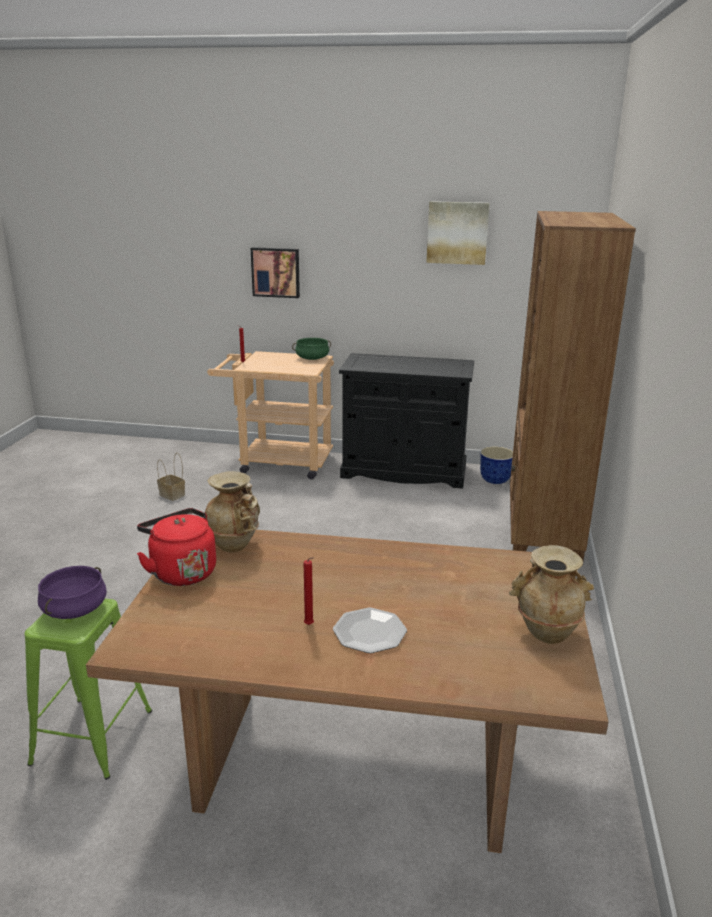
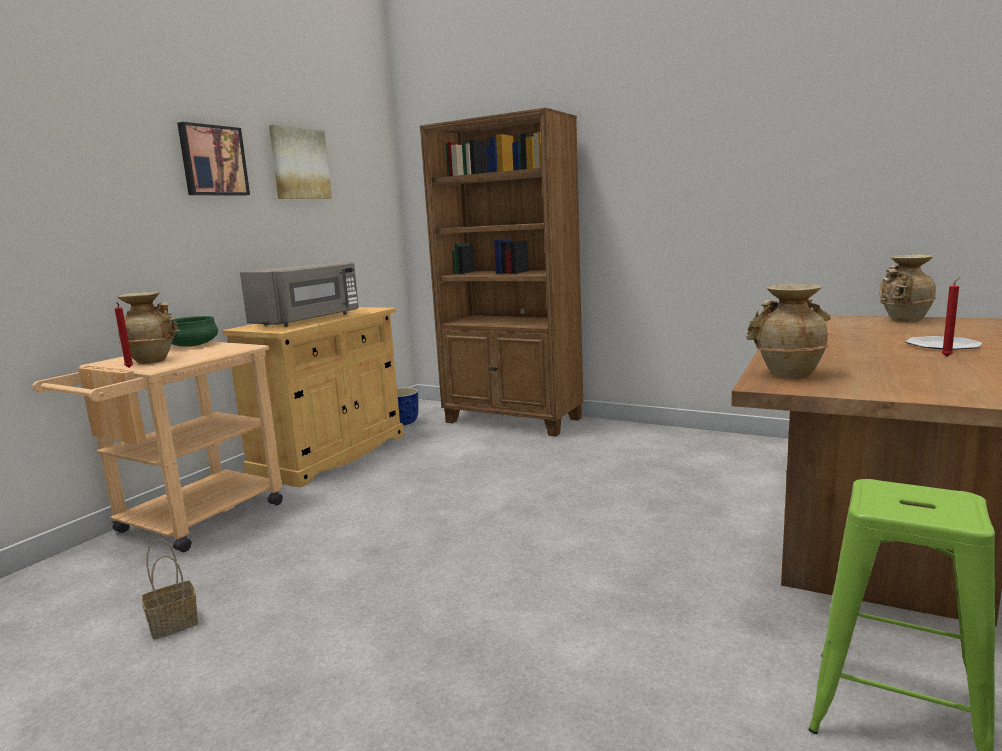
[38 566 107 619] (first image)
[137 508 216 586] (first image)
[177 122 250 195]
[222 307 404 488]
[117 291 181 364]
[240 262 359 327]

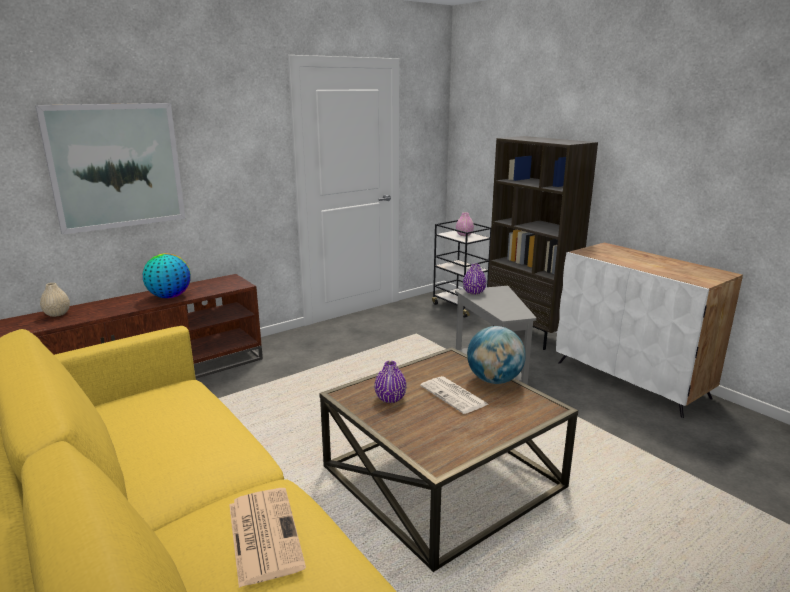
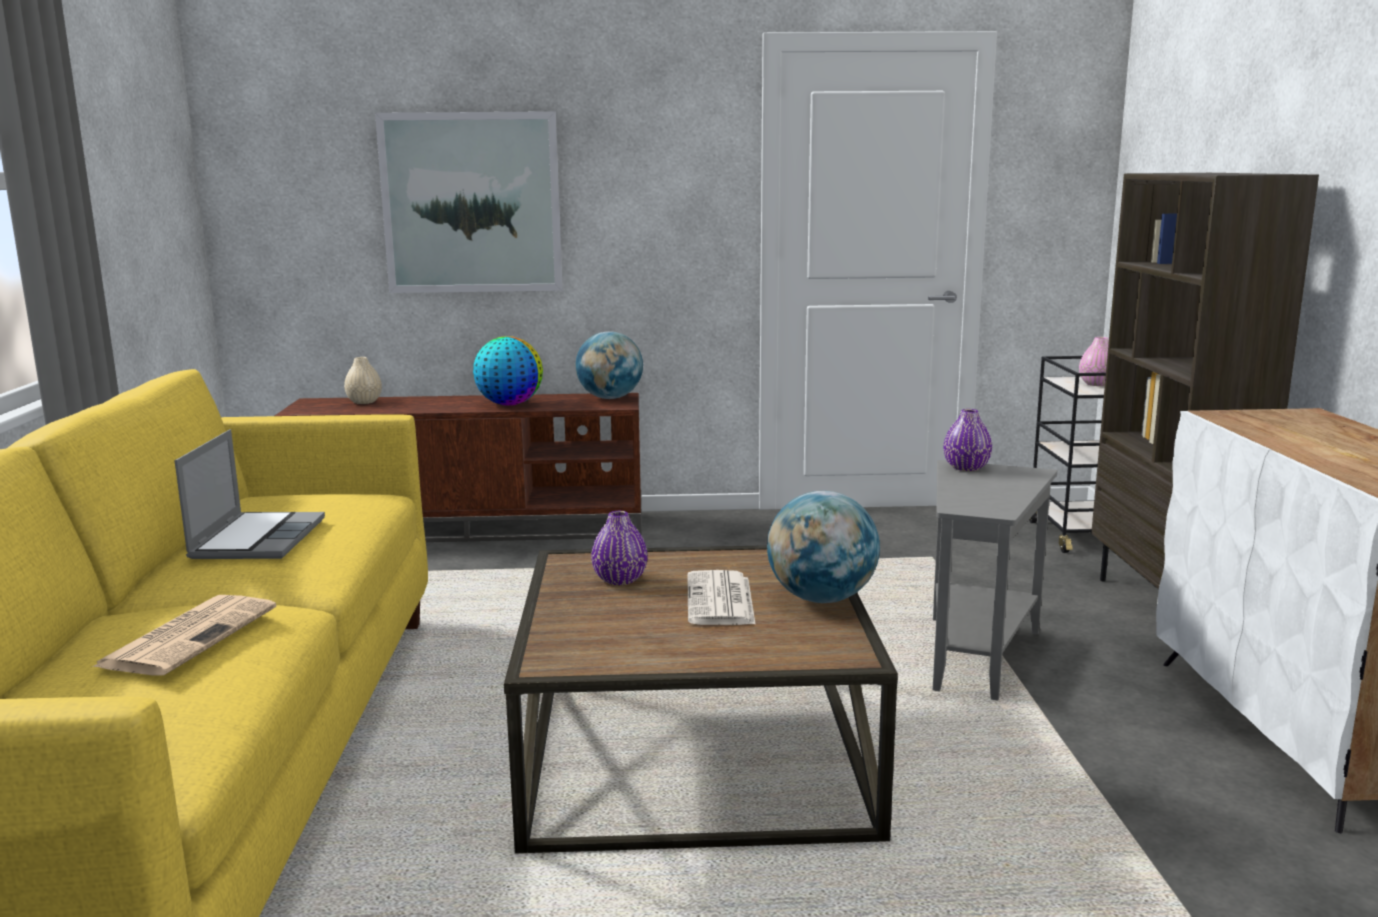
[175 429 325 559]
[576 331 643 399]

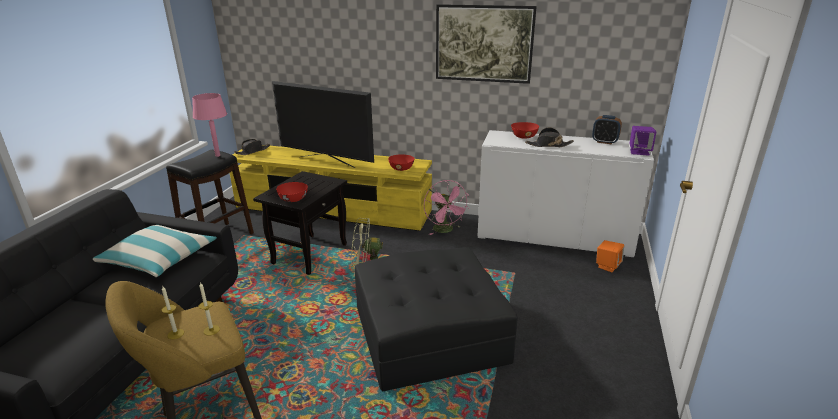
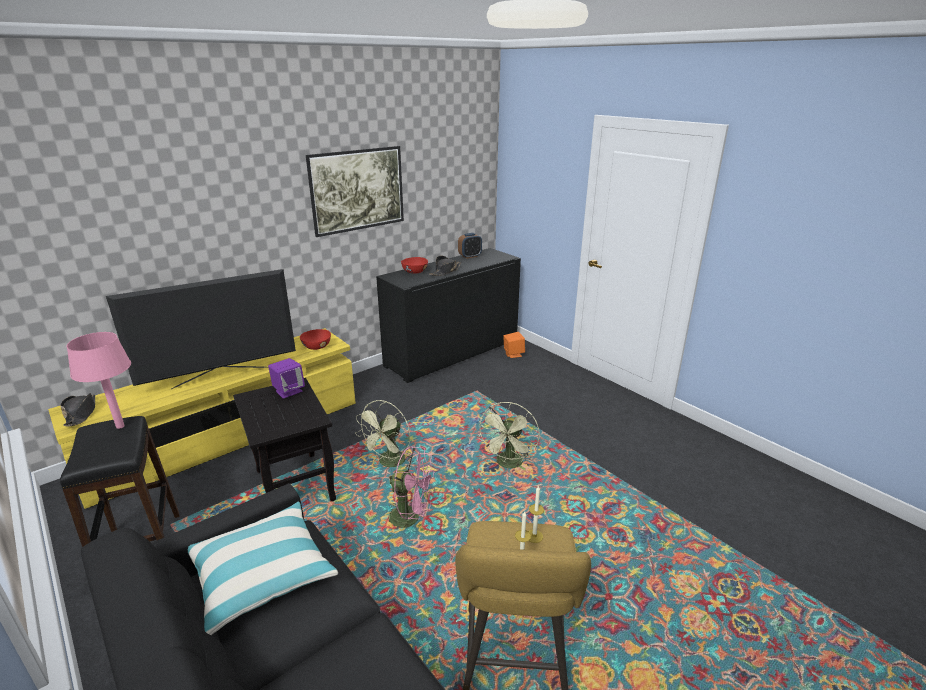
[276 182 308 202] (first image)
[479 402 540 468]
[389 446 436 529]
[376 248 521 383]
[268 358 305 399]

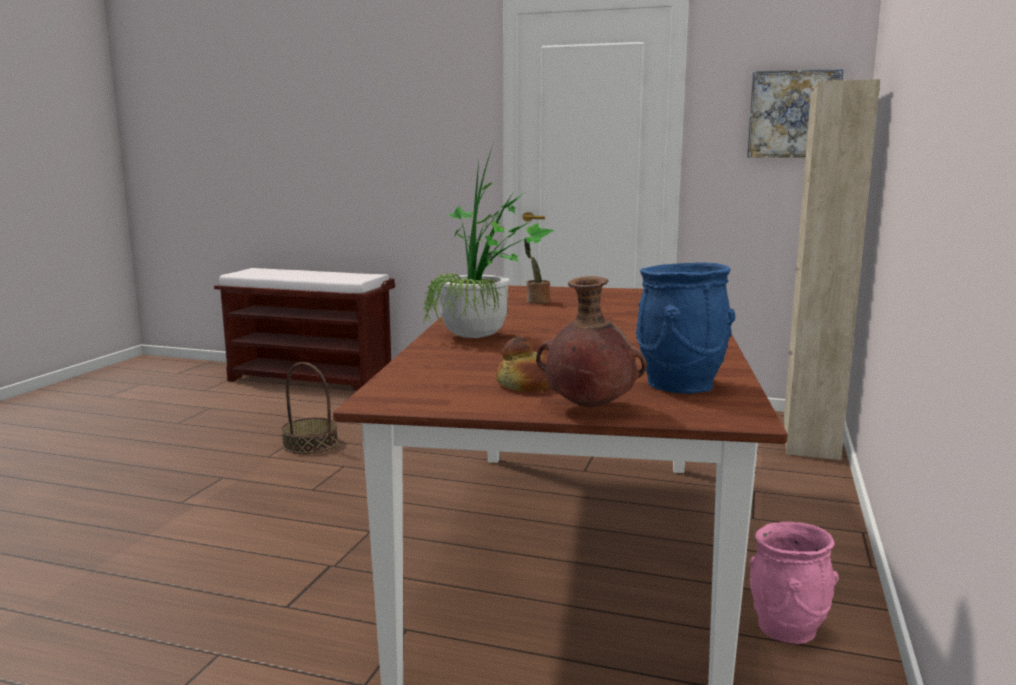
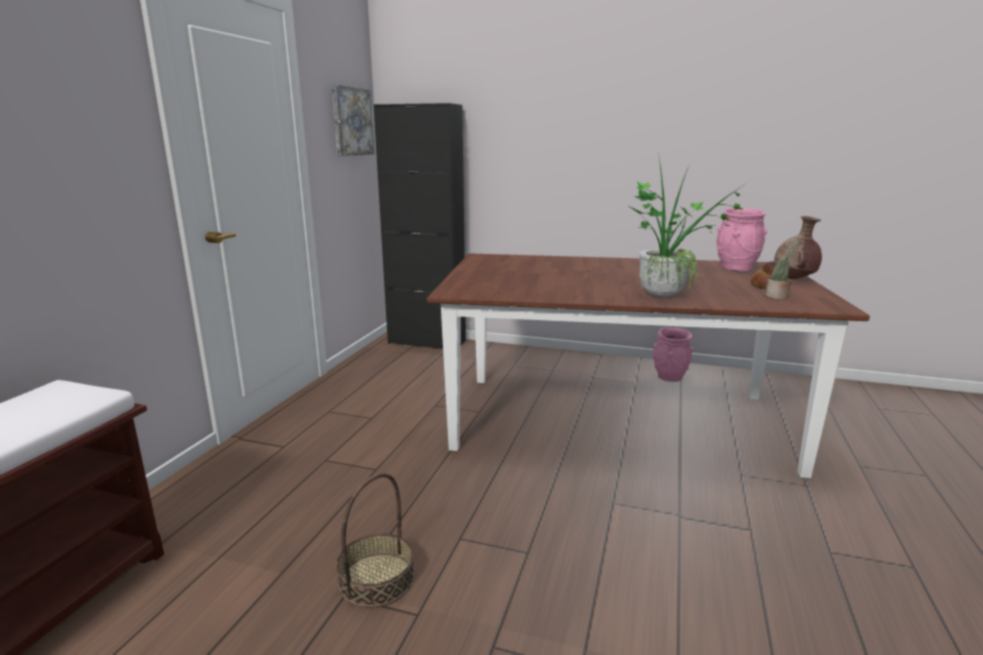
[765 241 798 299]
[716 208 767 271]
[373 103 466 349]

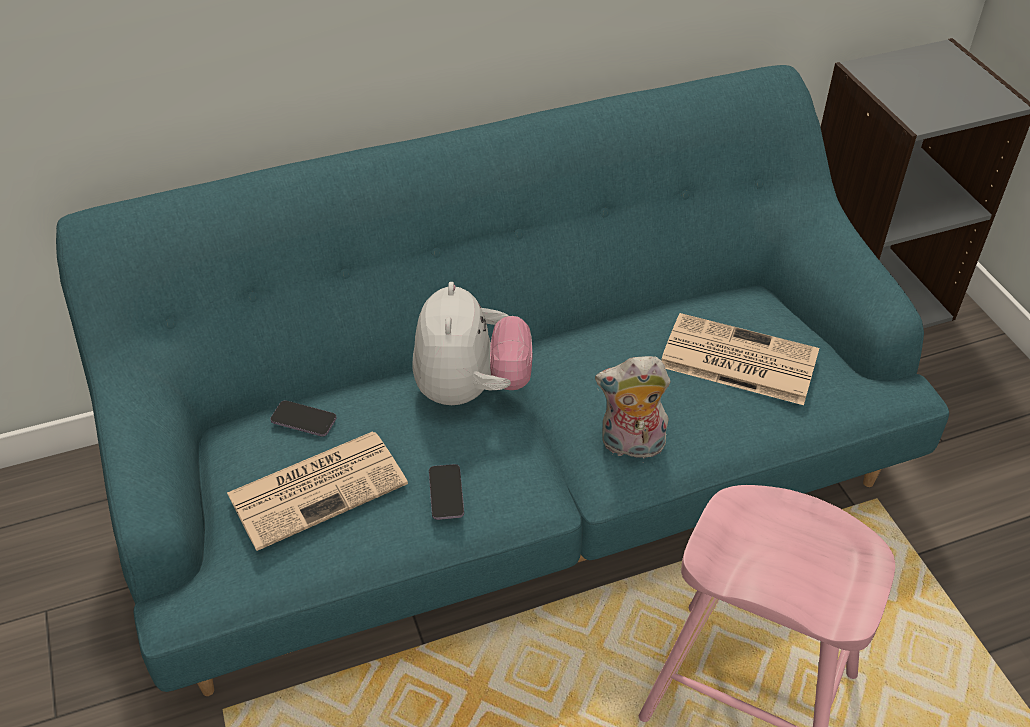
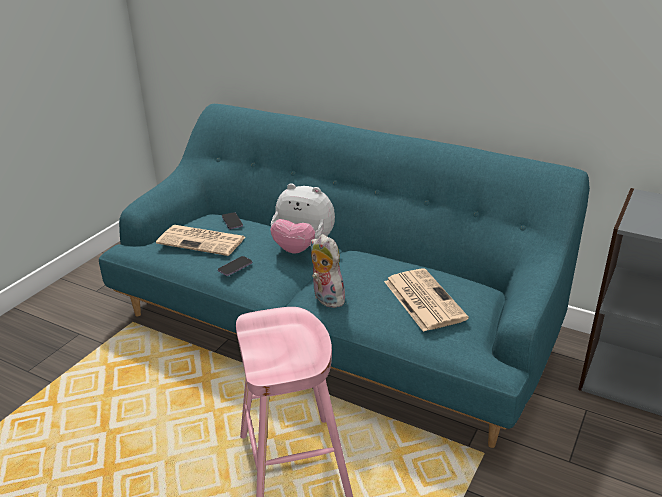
[270 183 335 254]

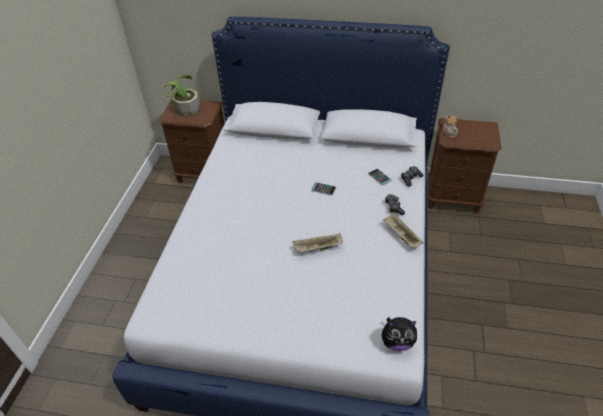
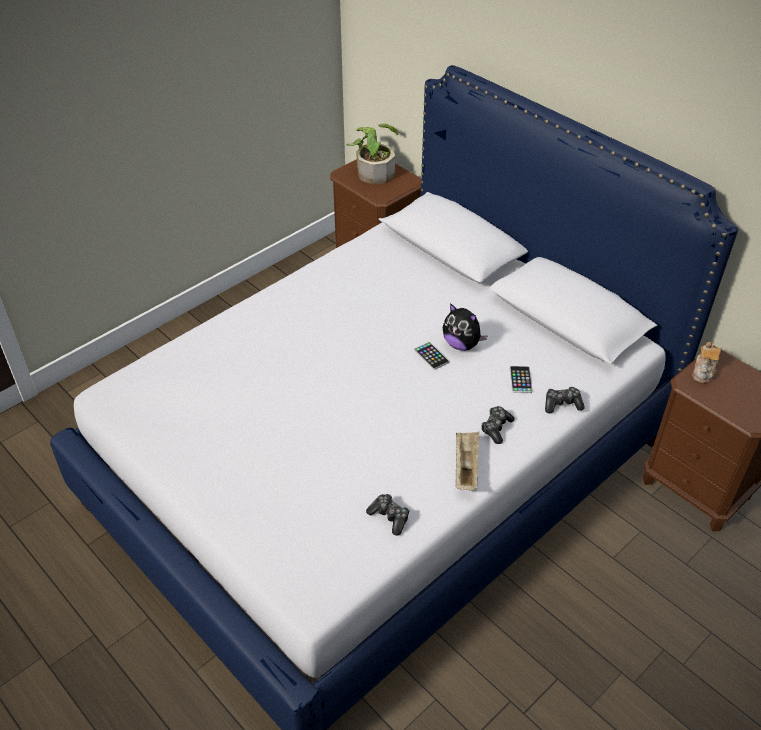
[293 233 343 253] (first image)
[443 303 487 351]
[366 494 409 536]

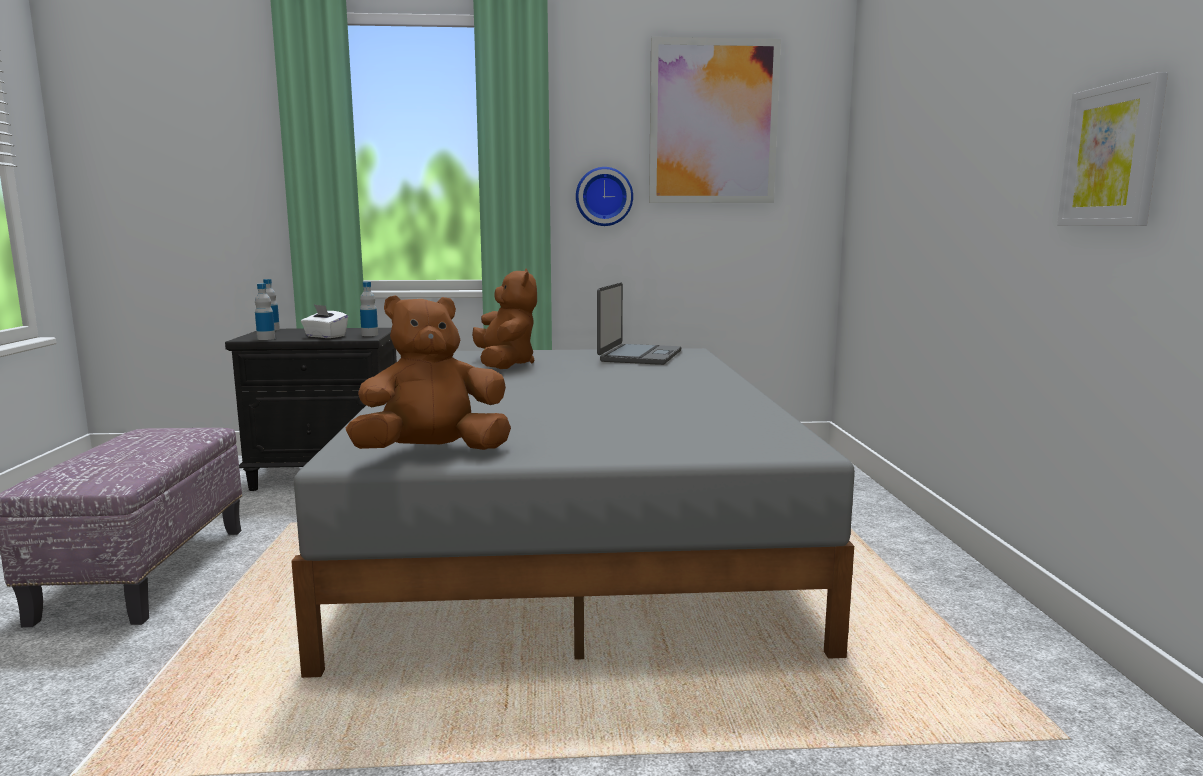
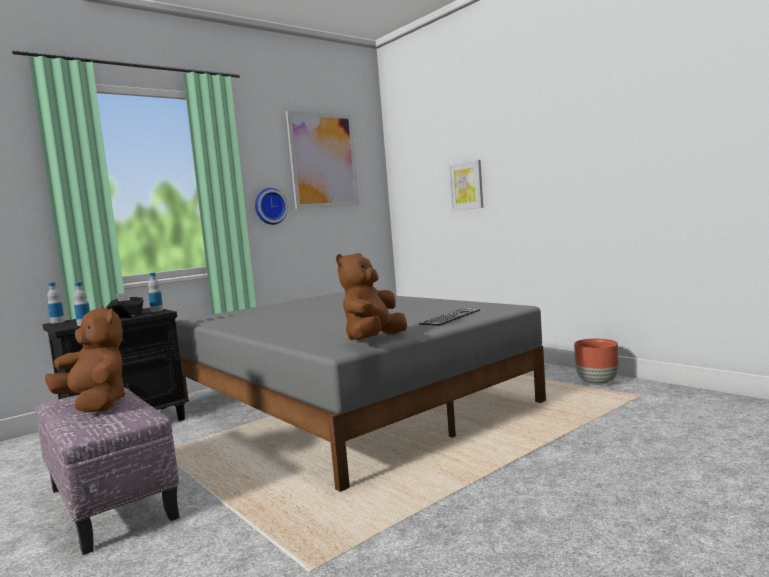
[106 293 143 318]
[45 305 126 413]
[597 282 681 365] (first image)
[448 160 483 211]
[420 308 480 326]
[574 339 618 385]

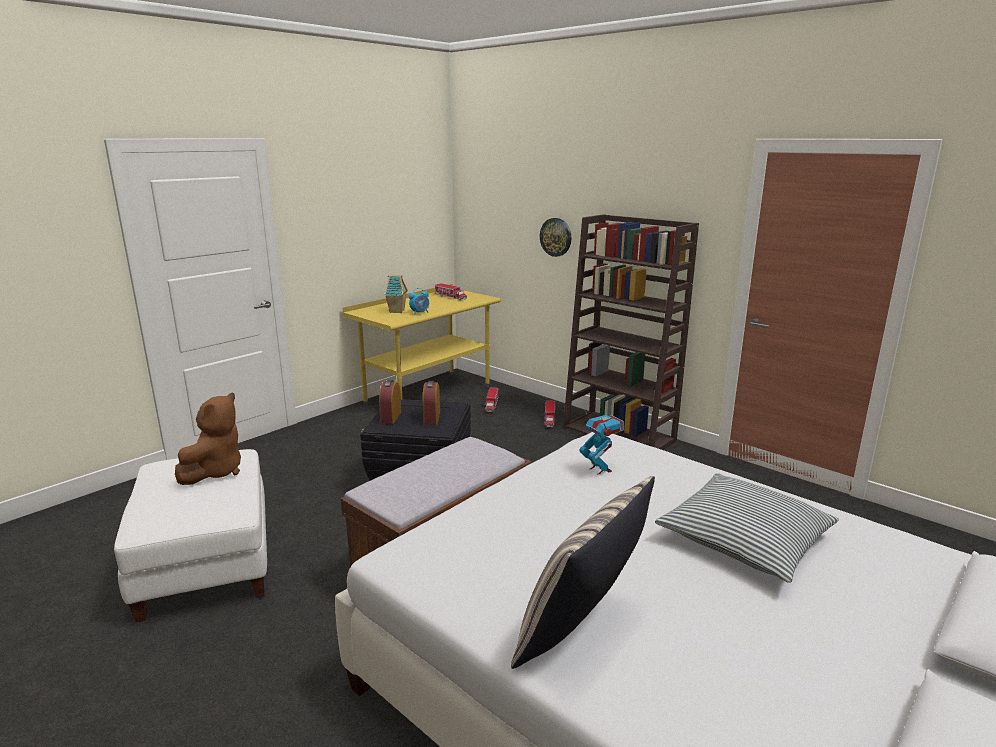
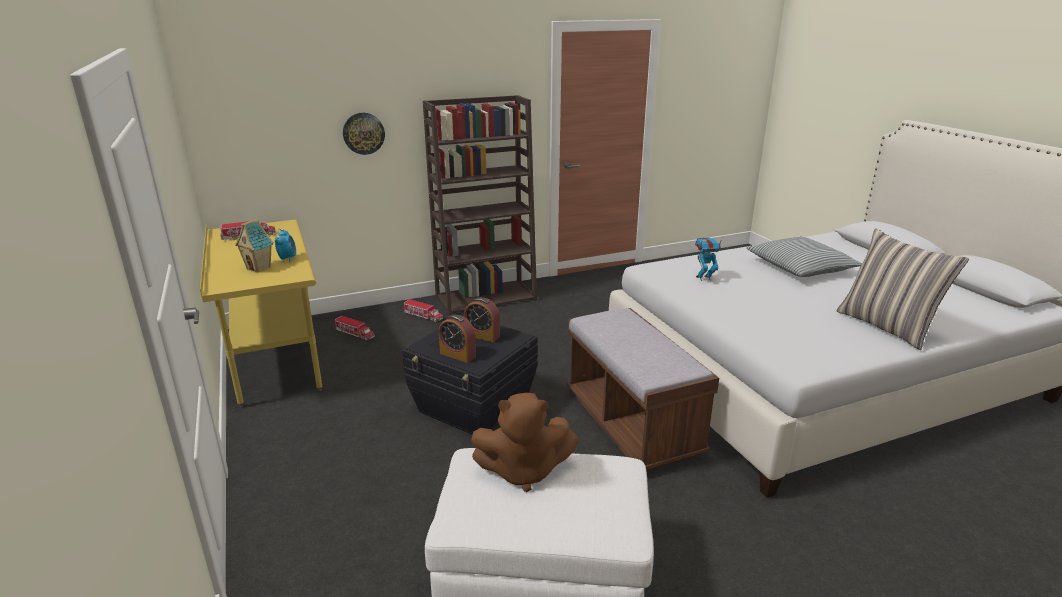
[471 393 578 492]

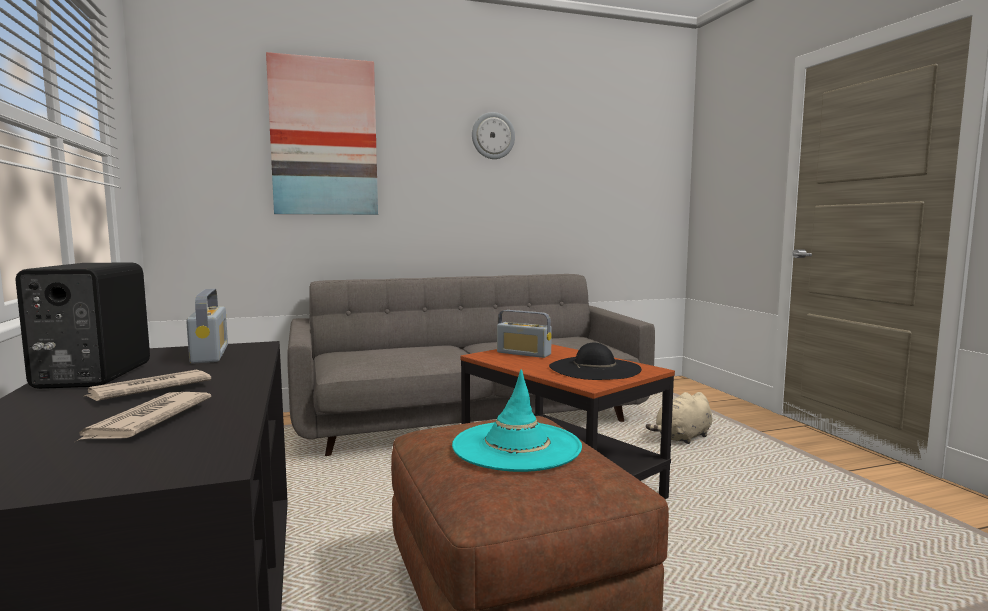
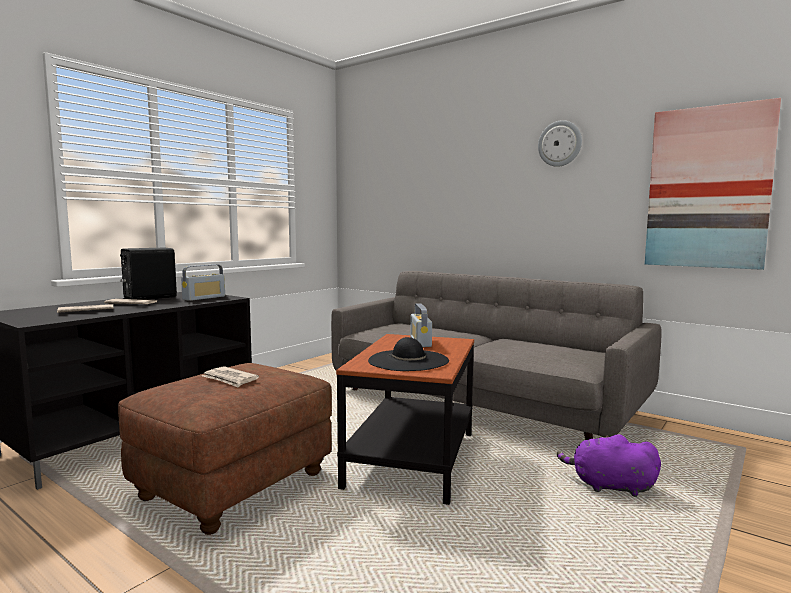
[645 98 781 270]
[202 366 259 387]
[557 434 661 497]

